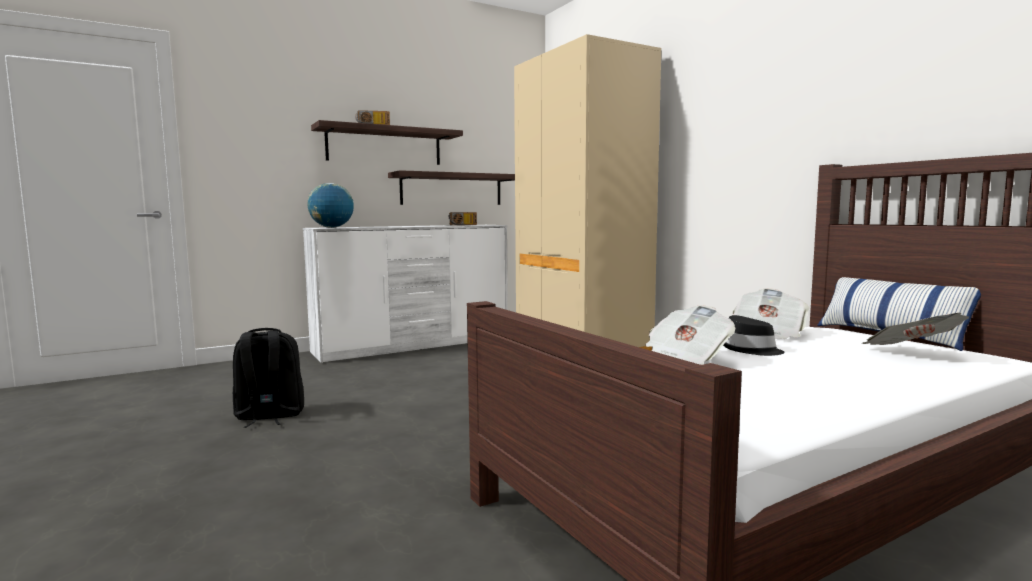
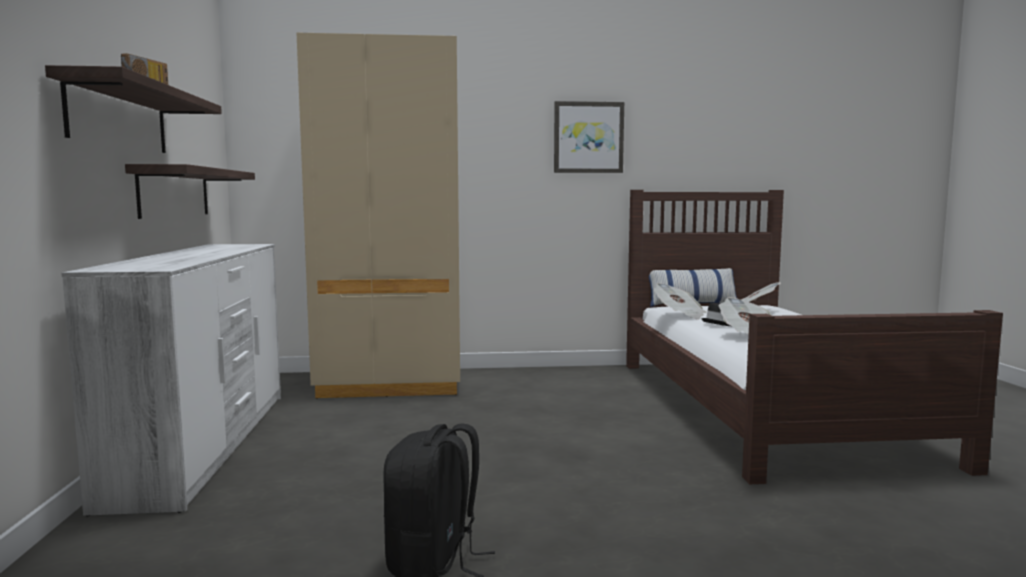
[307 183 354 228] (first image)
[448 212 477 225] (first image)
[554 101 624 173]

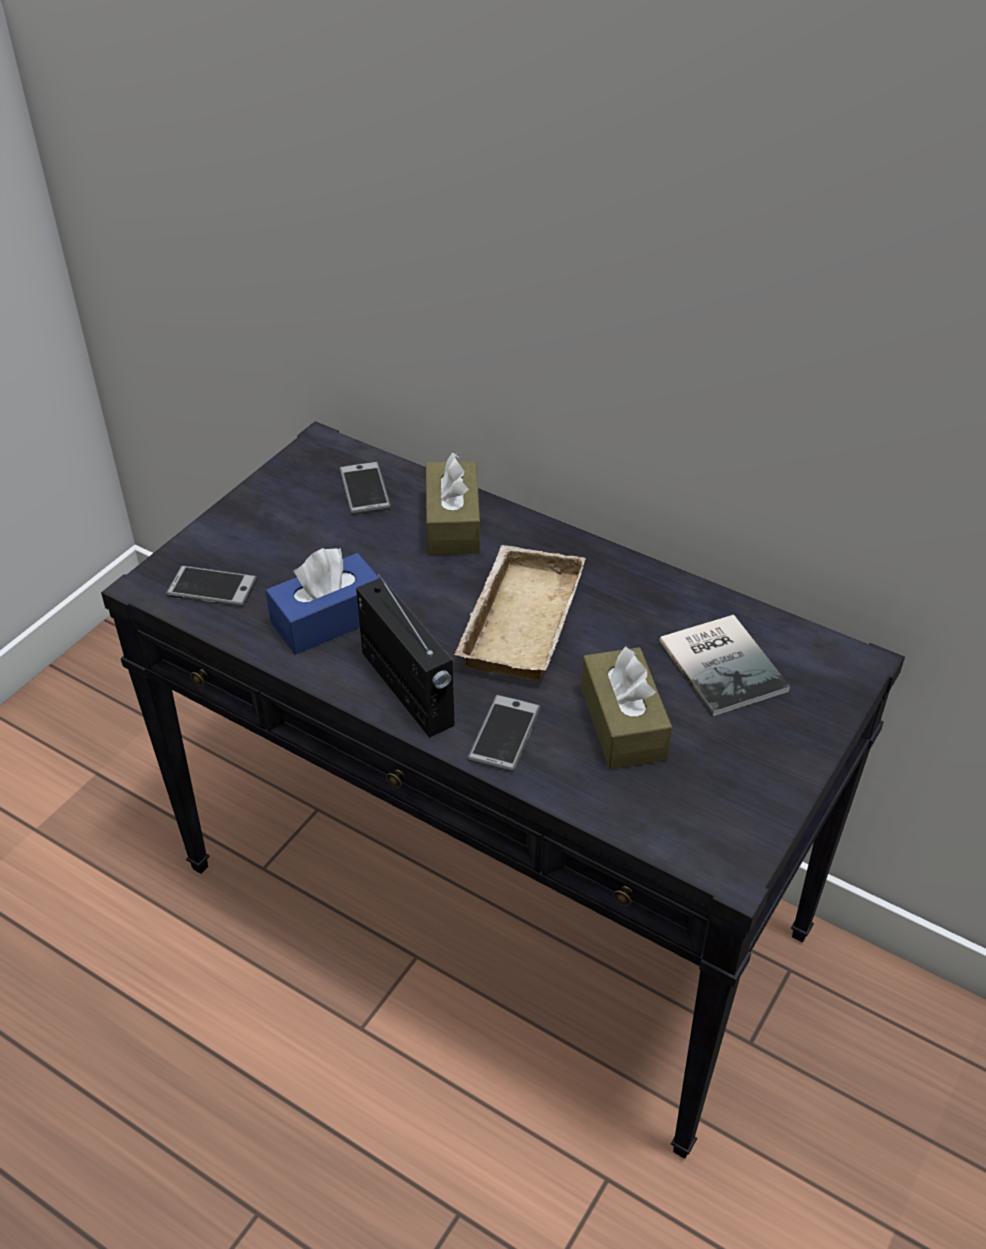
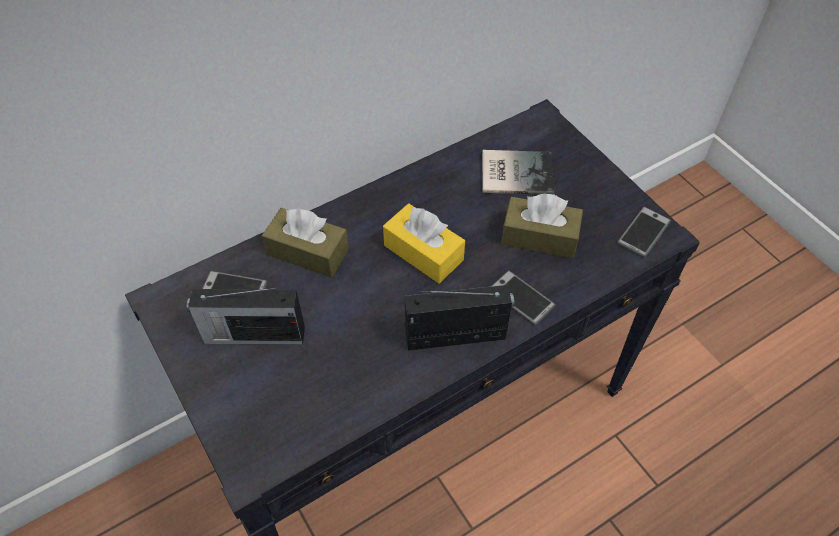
[617 207 671 258]
[266 548 379 655] (first image)
[383 203 465 283]
[187 287 305 345]

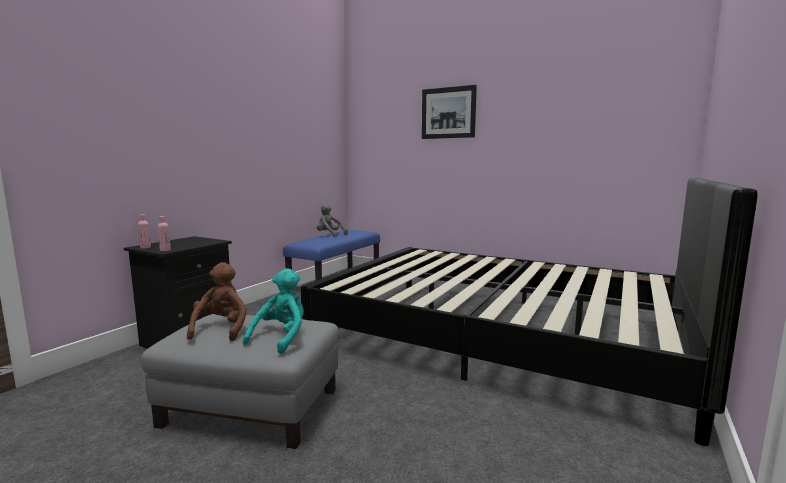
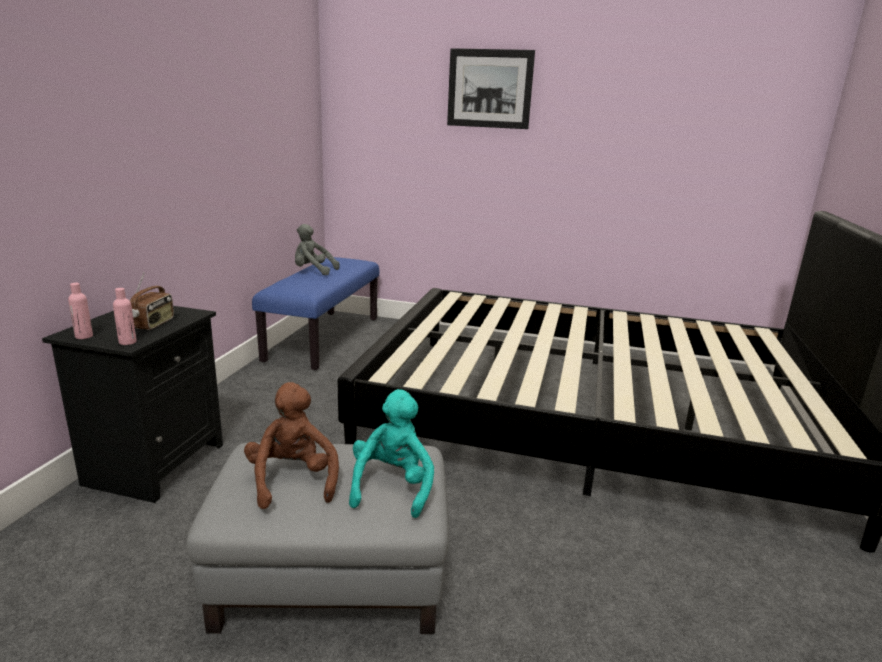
[130 272 174 330]

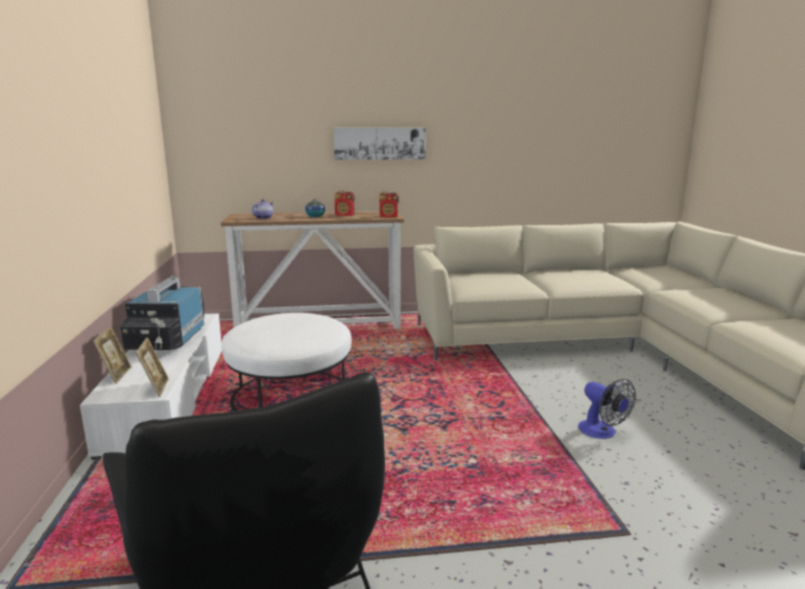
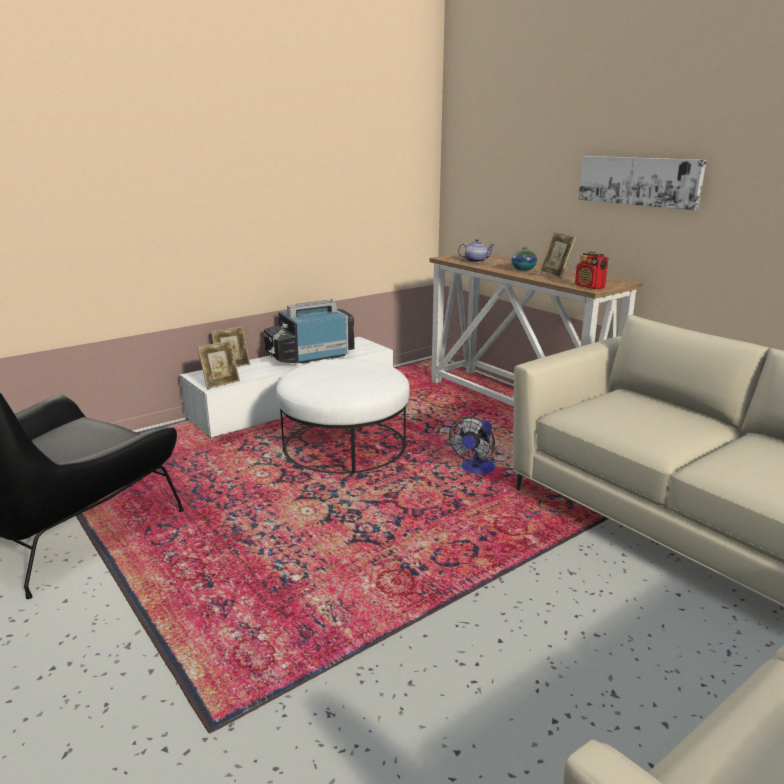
[539 232 576 279]
[449 416 495 474]

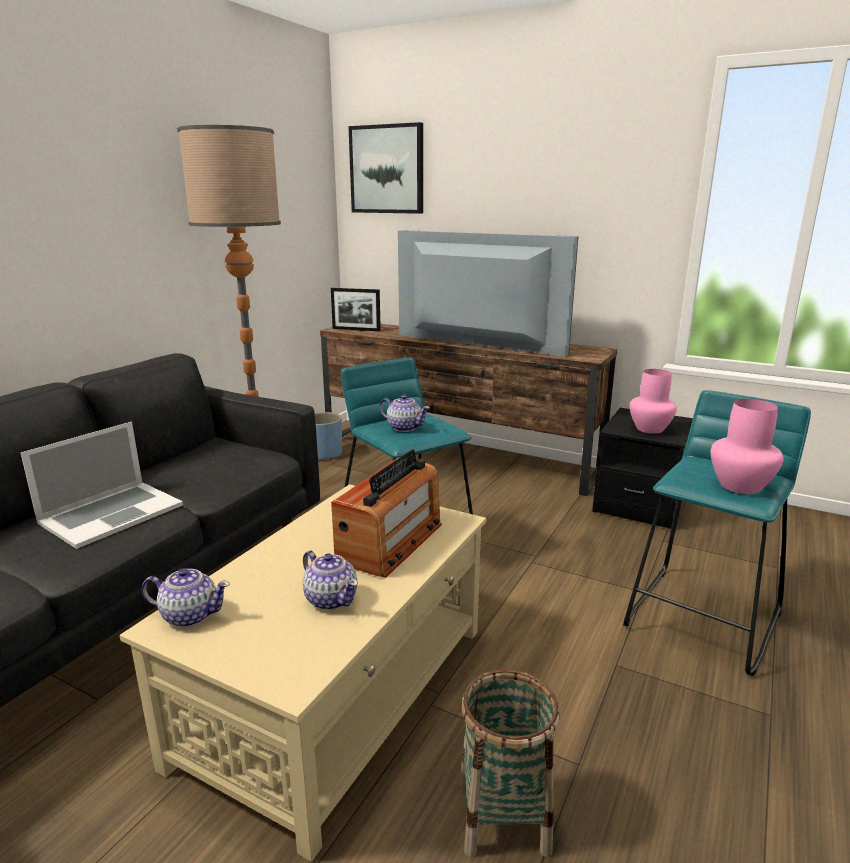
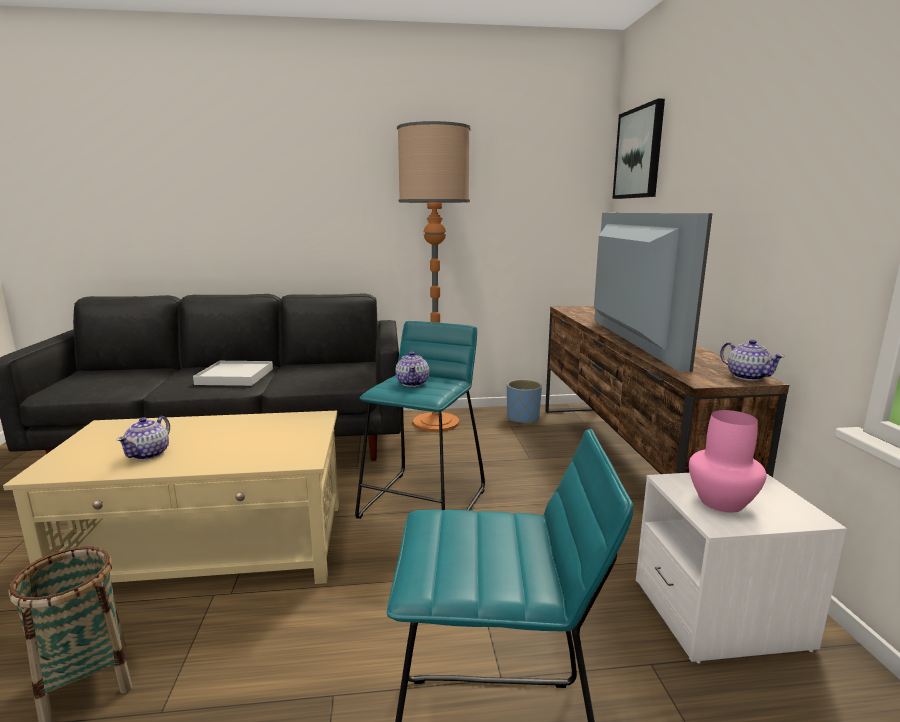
[193 361 273 386]
[720 340 785 381]
[331 288 381 331] (first image)
[331 449 442 578] (first image)
[636 473 847 663]
[711 399 783 494] (first image)

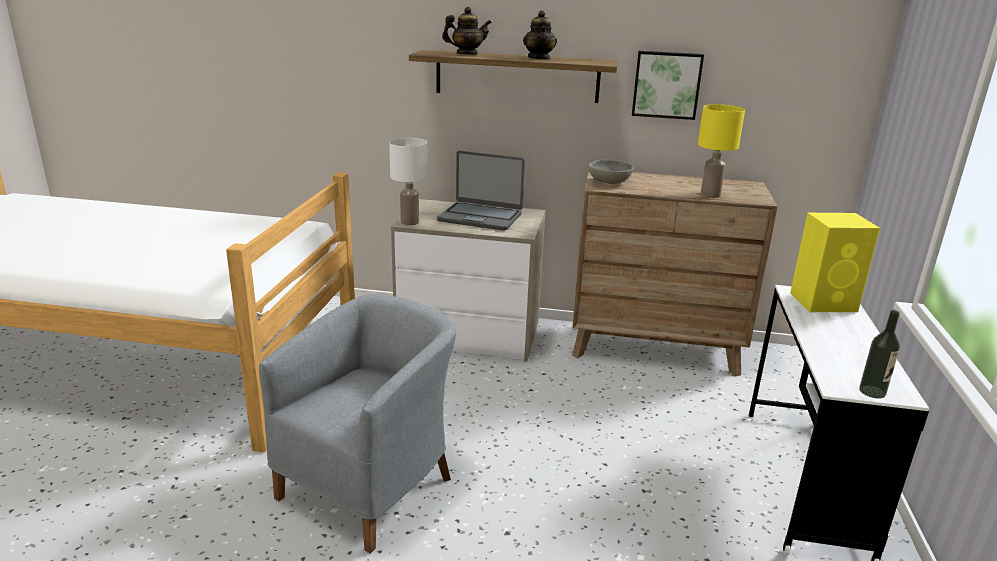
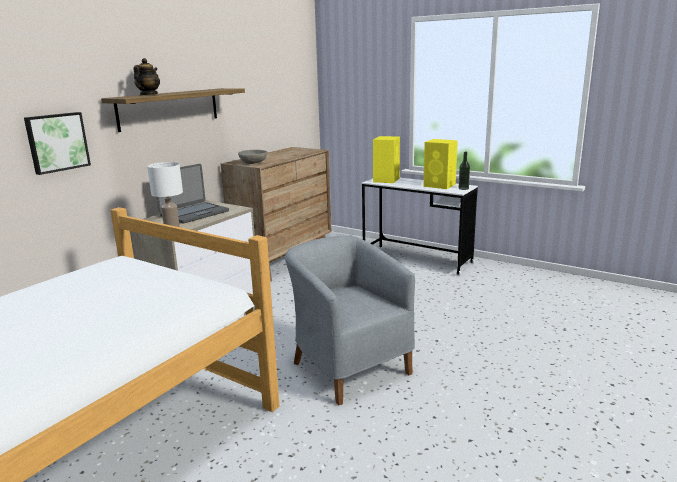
[523 10 557 60] (first image)
[24 112 91 175]
[698 104 745 198] (first image)
[423 139 458 189]

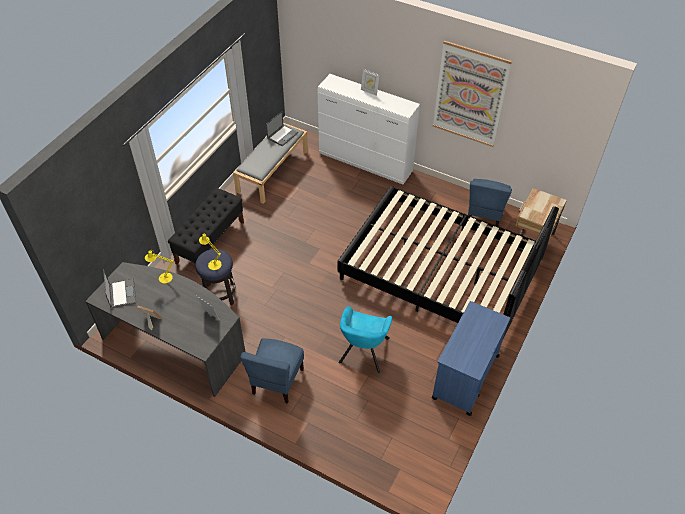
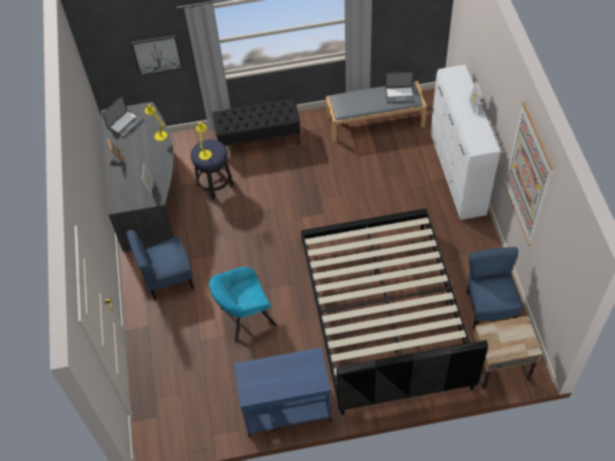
[466 247 523 329]
[131 35 183 76]

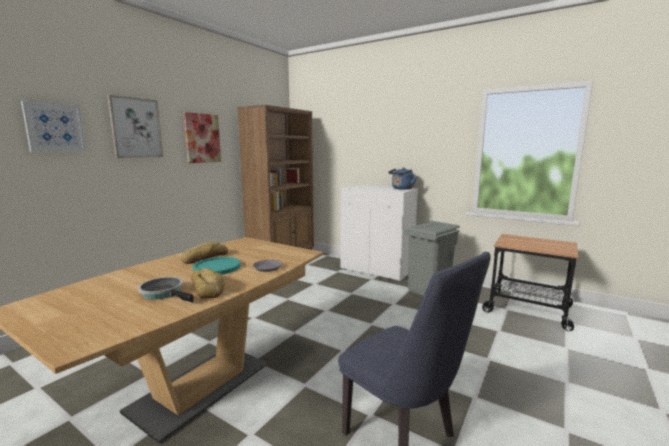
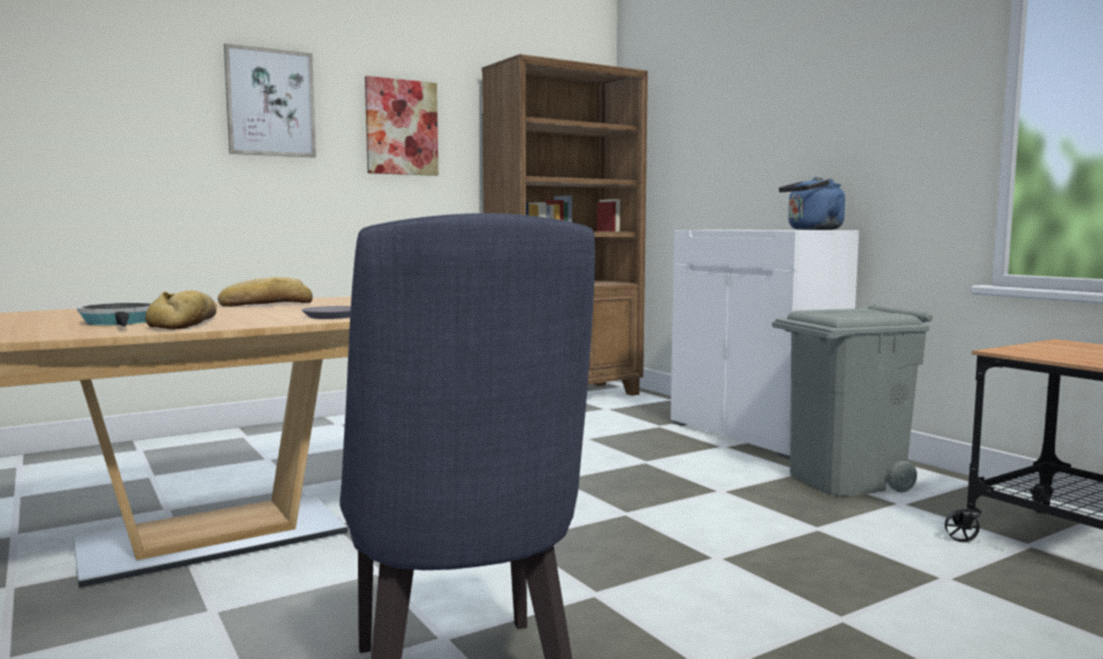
[21 100 86 152] (first image)
[193 257 241 275] (first image)

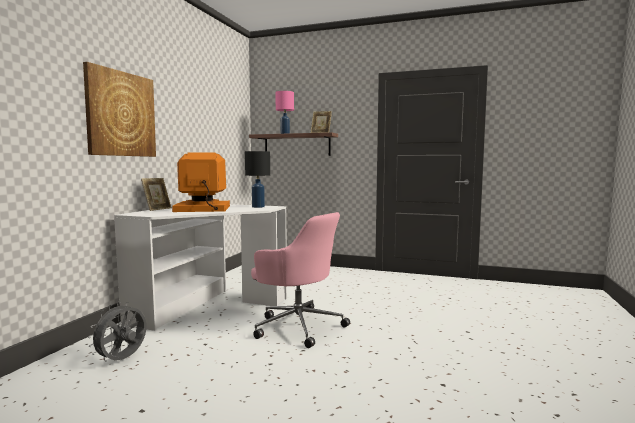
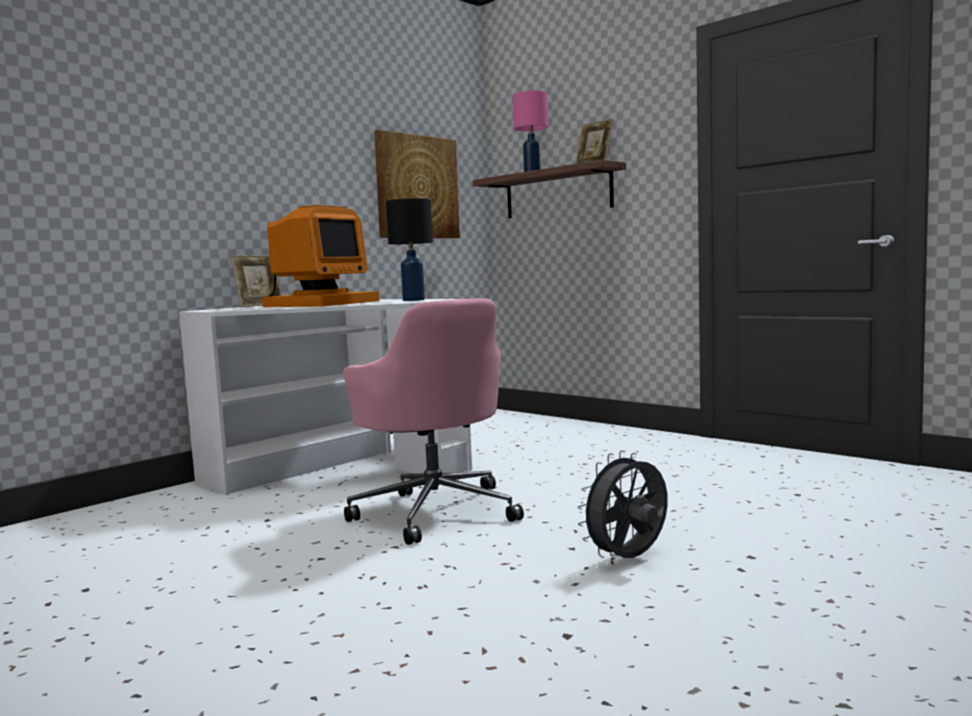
[374 130 460 238]
[577 450 668 559]
[262 205 380 307]

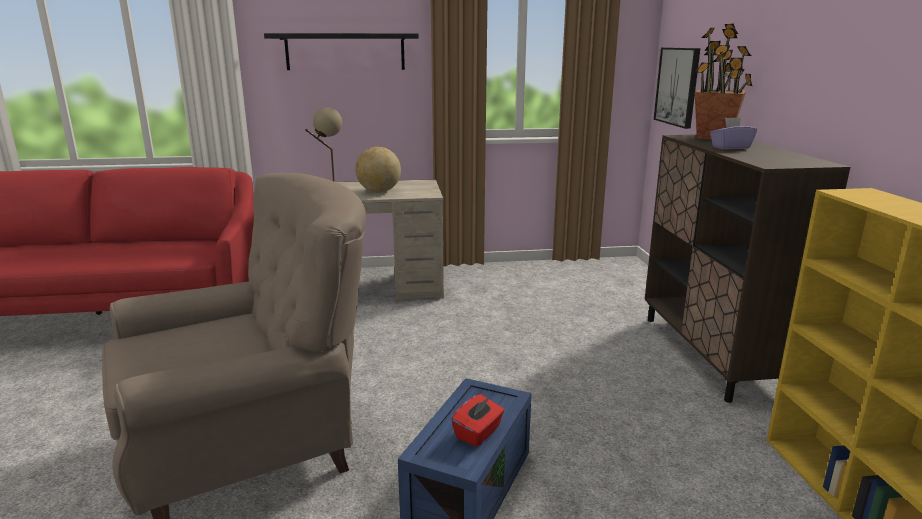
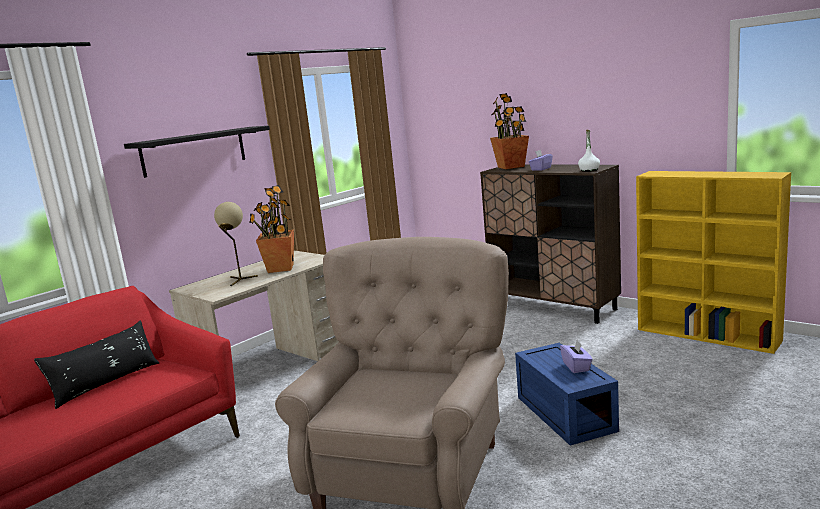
[249 185 294 273]
[560 340 593 373]
[654 48 701 129] (first image)
[34 320 159 409]
[578 130 600 172]

